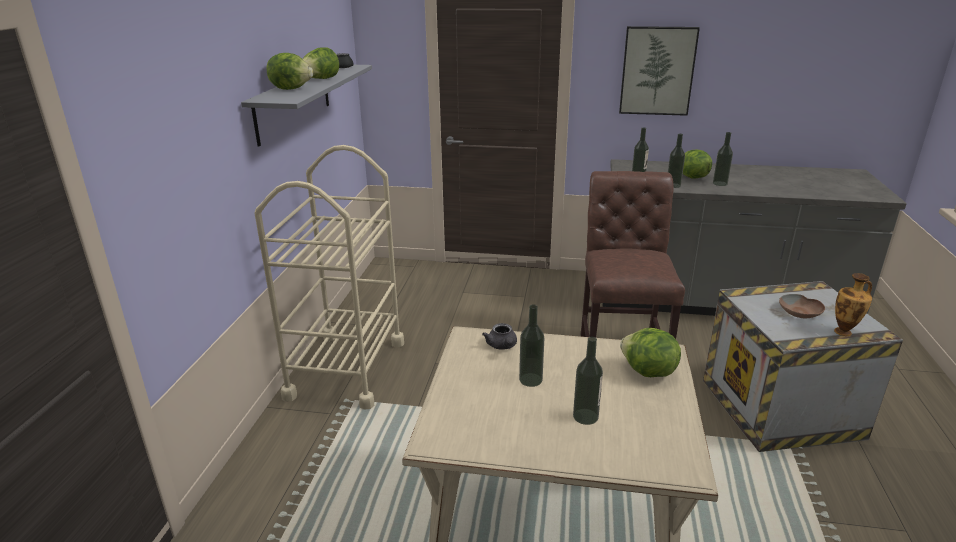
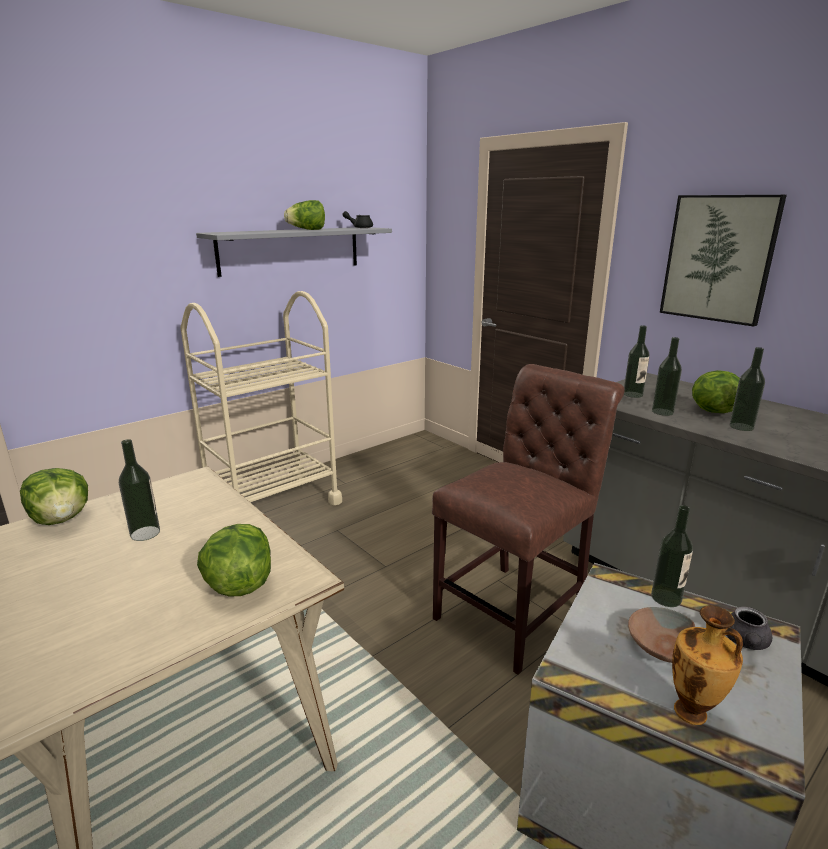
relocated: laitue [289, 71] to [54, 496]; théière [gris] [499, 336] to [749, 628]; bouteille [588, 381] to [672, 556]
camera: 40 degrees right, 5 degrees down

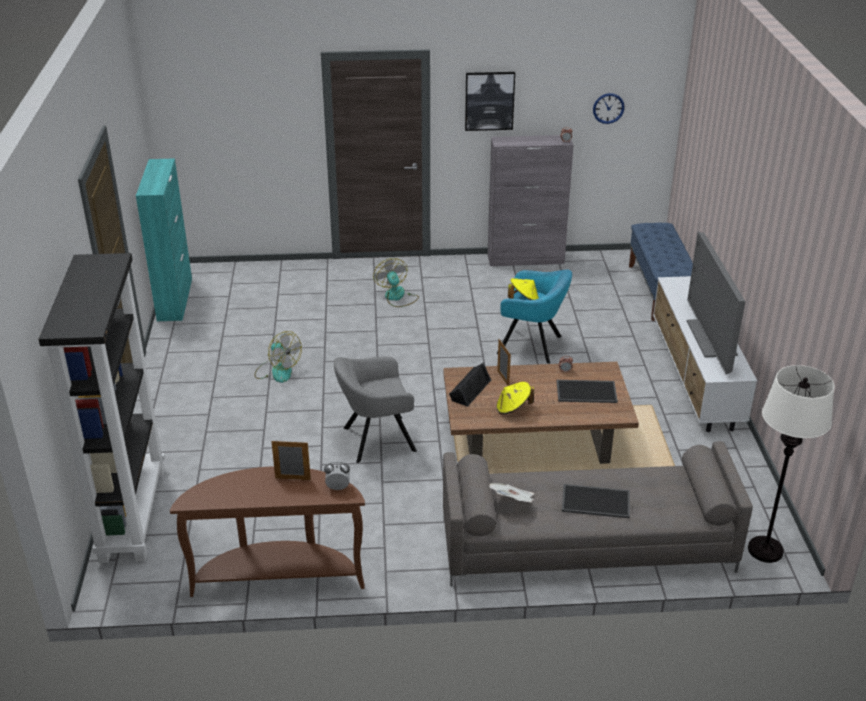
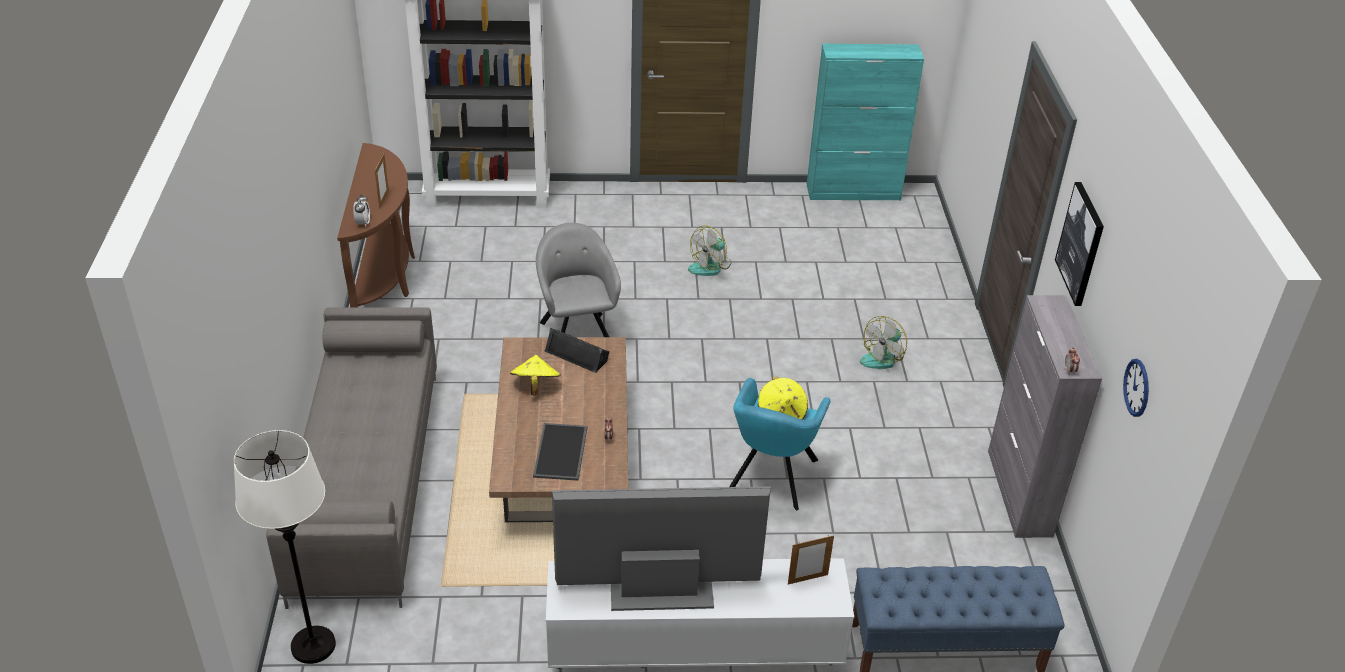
missing: journal [511, 493]; plateau [596, 501]
relocated: cadre photo [504, 362] to [811, 560]
spun: ventilateur [396, 282] = [883, 342] 150 degrees clockwise
camera: 90 degrees right, 5 degrees up

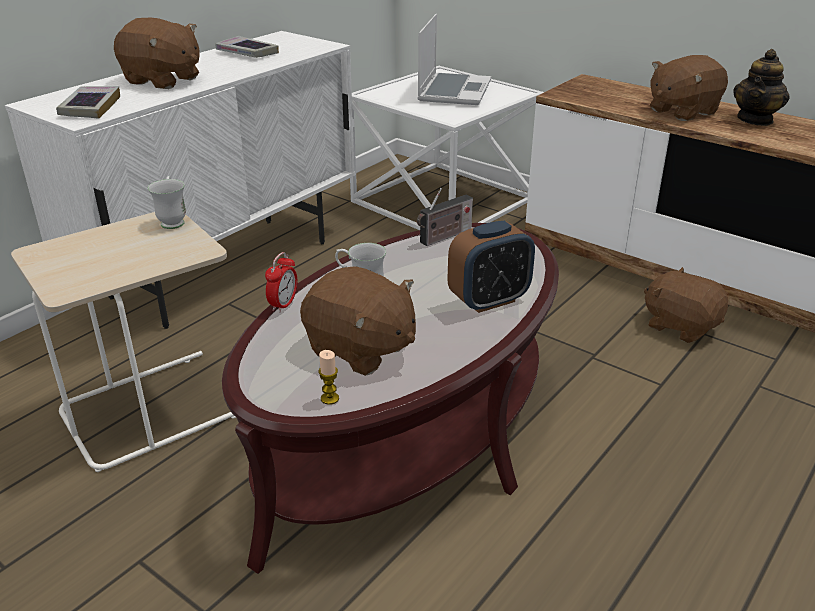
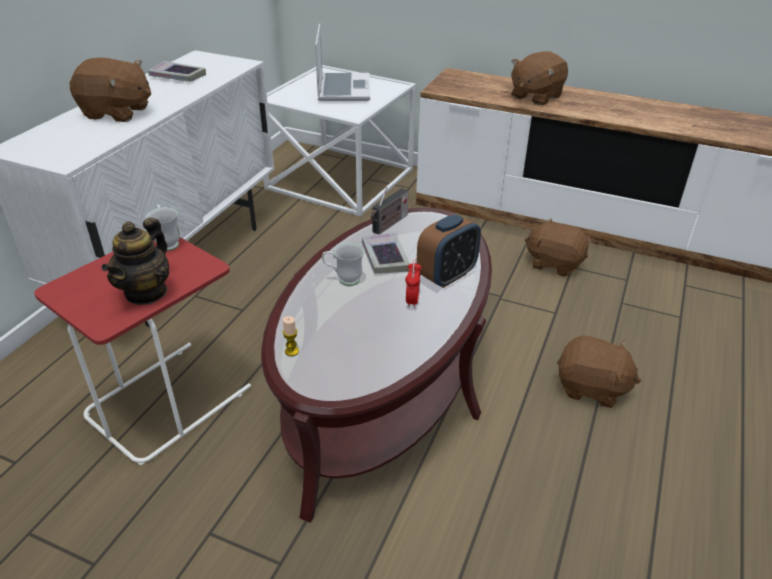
relocated: livre [88, 102] to [386, 253]; réveil [281, 282] to [413, 284]; peluche [marron] [358, 321] to [599, 371]; bougie [329, 377] to [291, 336]; théière [761, 87] to [135, 261]
colour: table d'appoint [beige] [123, 342] to table d'appoint [rouge] [142, 351]
camera: 15 degrees left, 5 degrees up

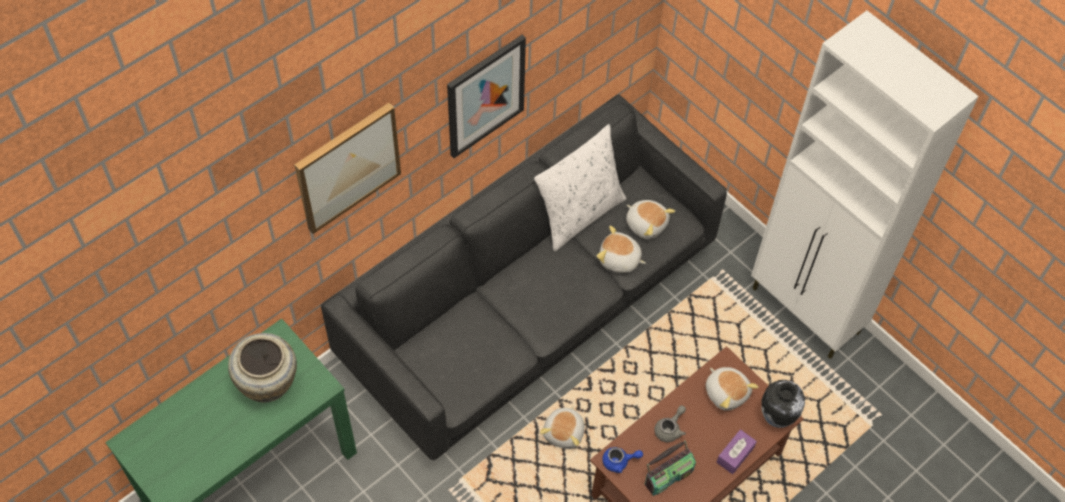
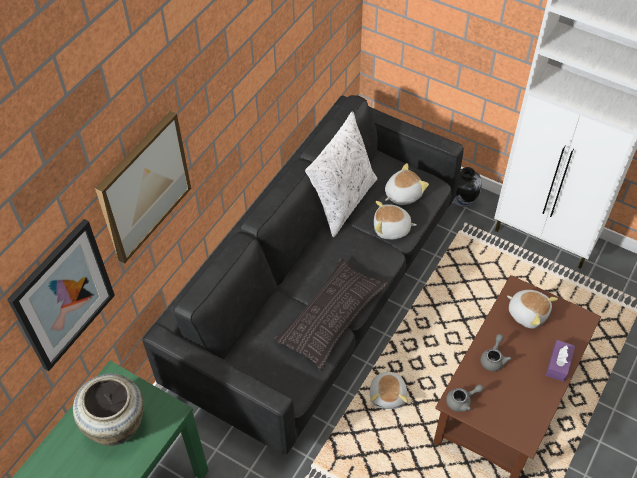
missing: radio [670, 468]
appeared: coussin [330, 314]
relocated: tableau [486, 96] to [61, 295]; vase [783, 404] to [467, 187]
colour: théière [bleu] [622, 460] to théière [gris] [465, 398]
spun: peluche [650, 219] = [407, 184] 60 degrees counterclockwise
camera: 15 degrees left, 5 degrees down

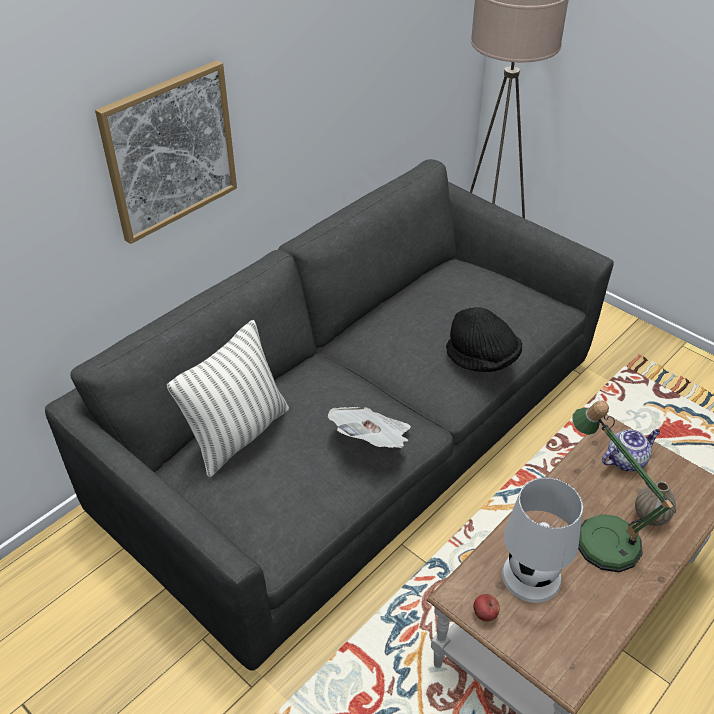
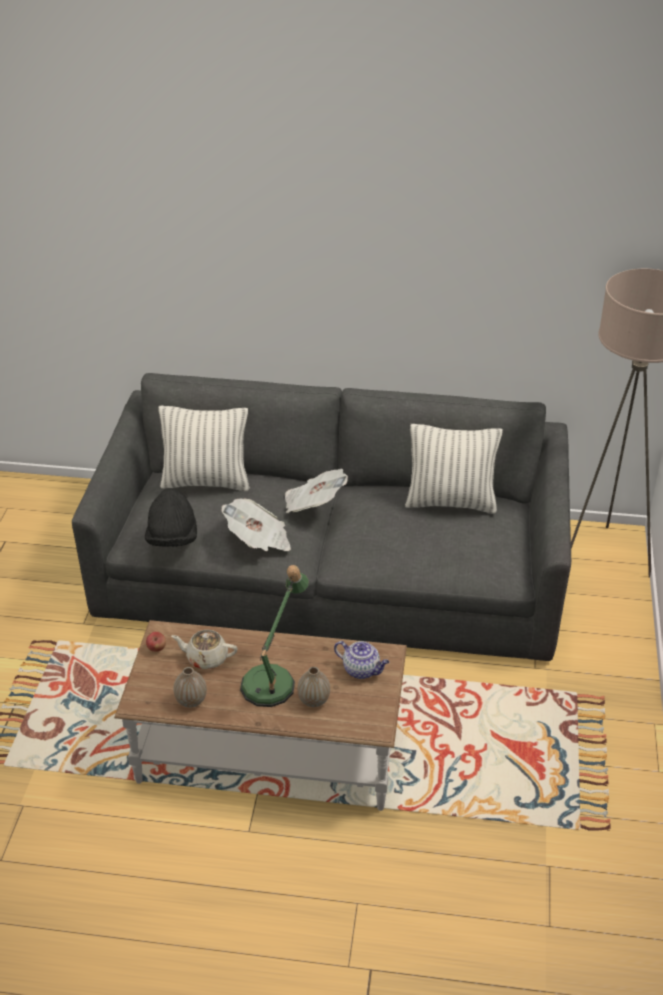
missing: tableau [166, 152]
appeared: vase [190, 687]; journal [316, 491]; coussin [454, 469]
relocated: chapeau [noir] [484, 339] to [171, 517]
exchanged: lampe de table [blanc] [542, 540] to théière [beige] [204, 649]
camera: 55 degrees right, 5 degrees down

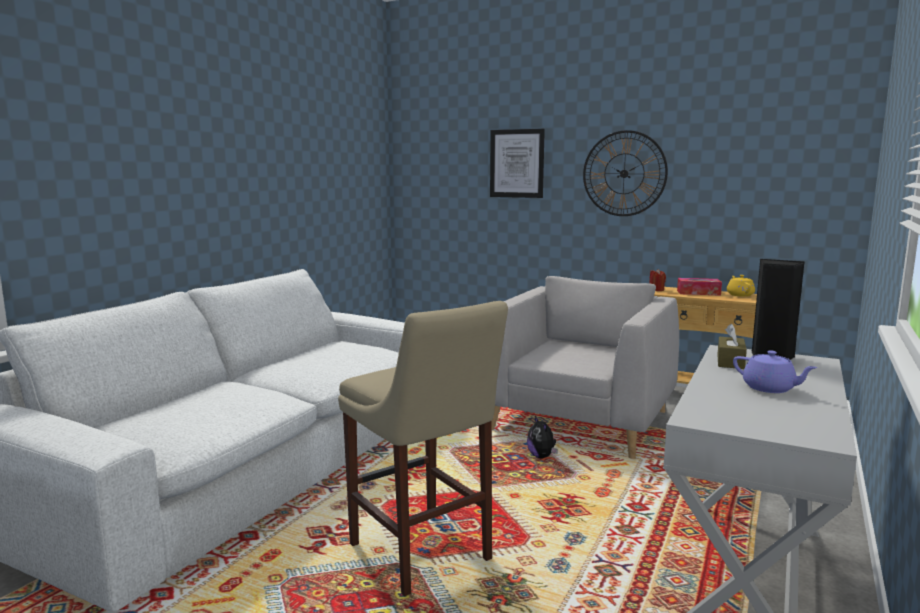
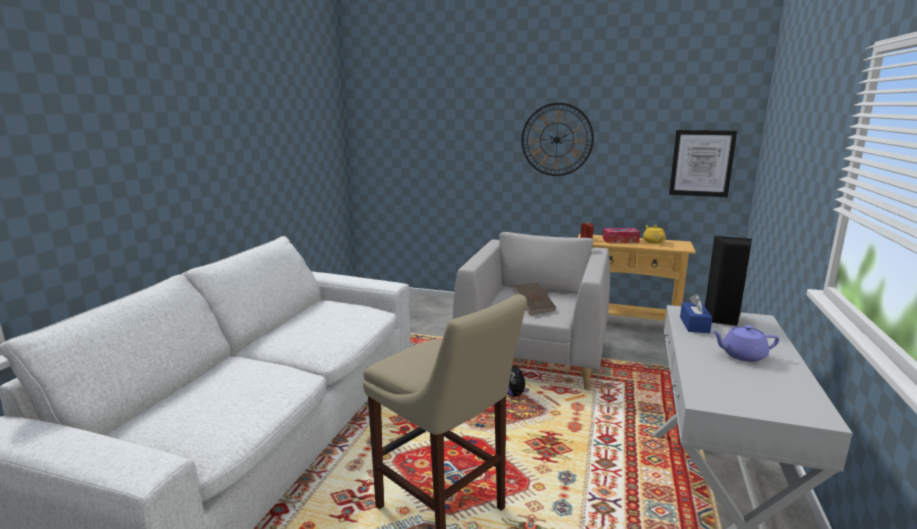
appeared: livre [marron] [534, 299]
relocated: tableau [517, 163] to [703, 163]
colour: boîte à mouchoirs [marron] [732, 346] to boîte à mouchoirs [bleu] [696, 313]
spun: théière [violet] [775, 371] = [745, 343] 150 degrees clockwise
camera: 10 degrees left, 5 degrees up

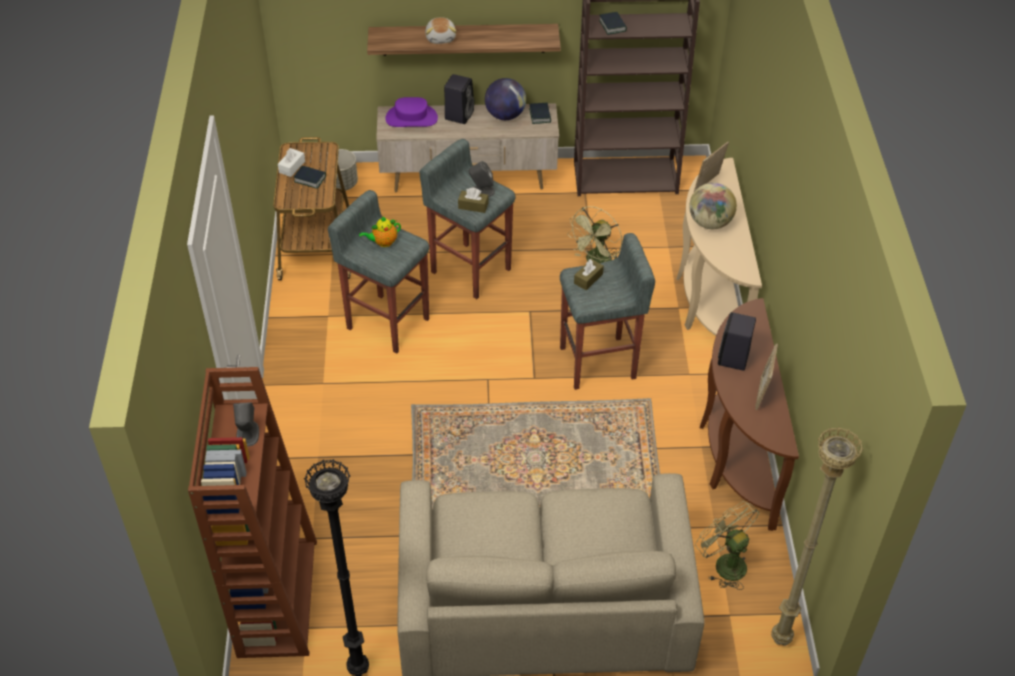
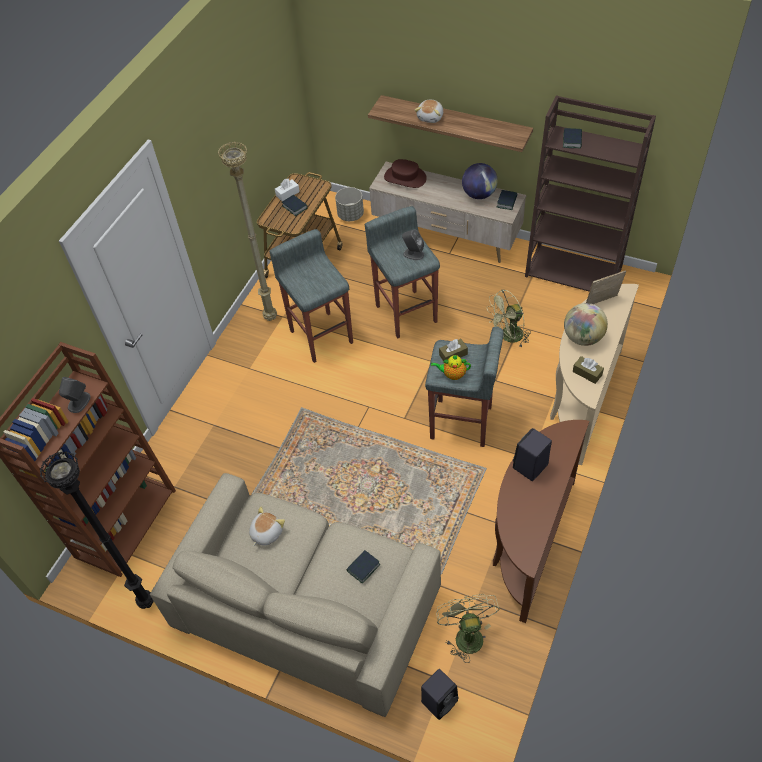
missing: cadre photo [766, 376]
appeared: peluche [267, 526]; livre [363, 567]
relocated: théière [380, 231] to [451, 367]; enceinte [noir] [459, 99] to [440, 694]; boîte à mouchoirs [marron] [473, 200] to [588, 370]; lampadaire [beige] [817, 536] to [247, 231]
colour: chapeau [violet] [411, 112] to chapeau [marron] [405, 173]
camera: 30 degrees right, 5 degrees up

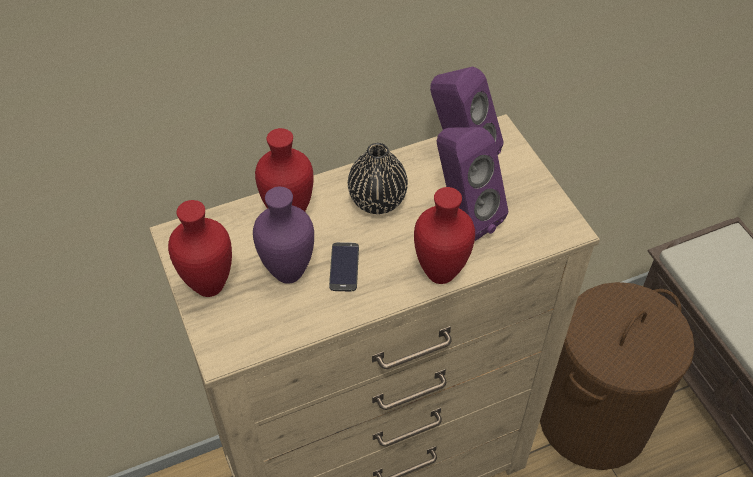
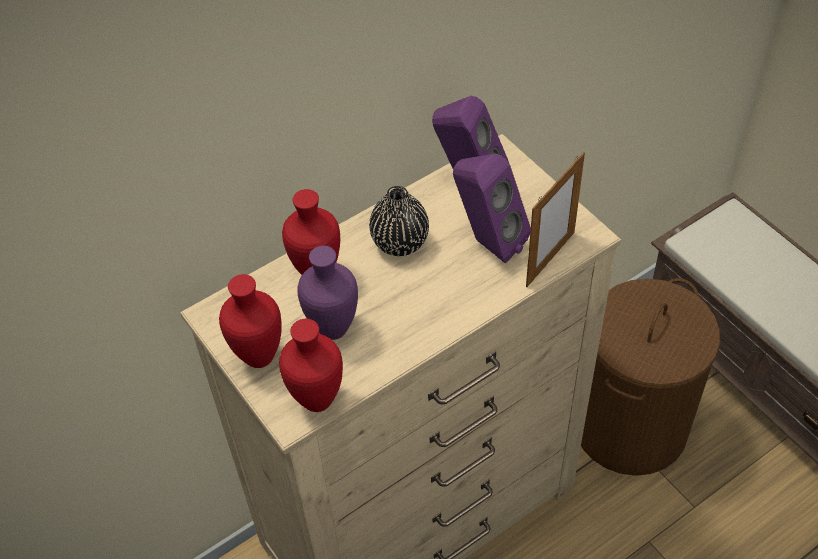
missing: téléphone [344, 266]
appeared: cadre photo [555, 219]
relocated: vase [rouge] [444, 235] to [311, 365]
camera: 10 degrees left, 0 degrees up

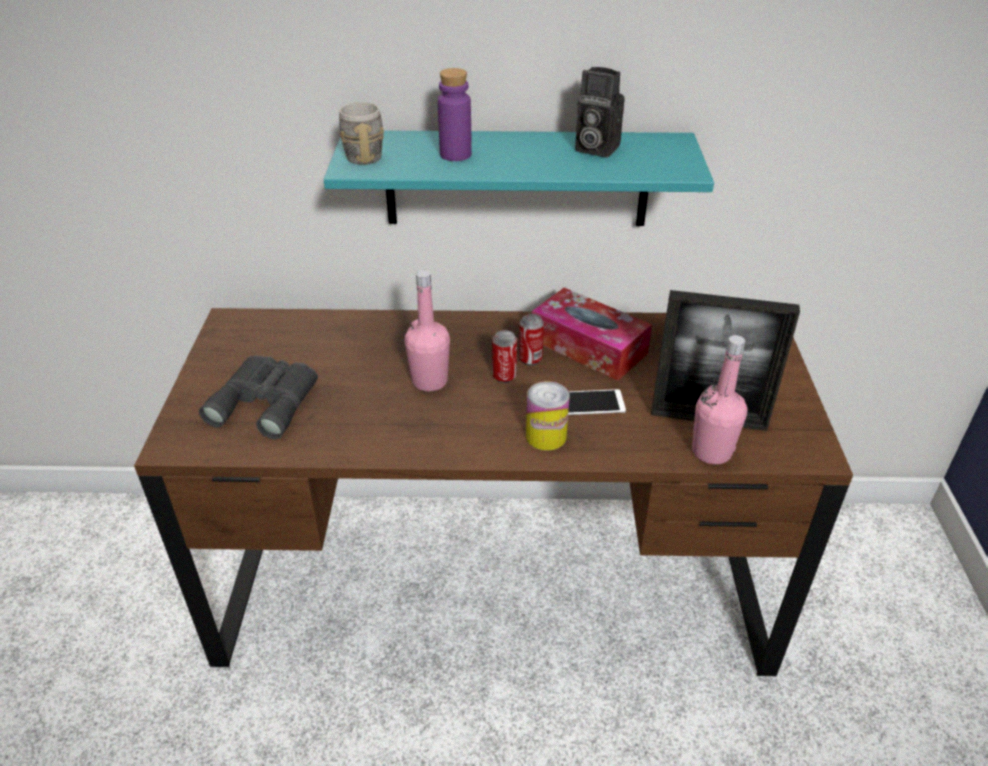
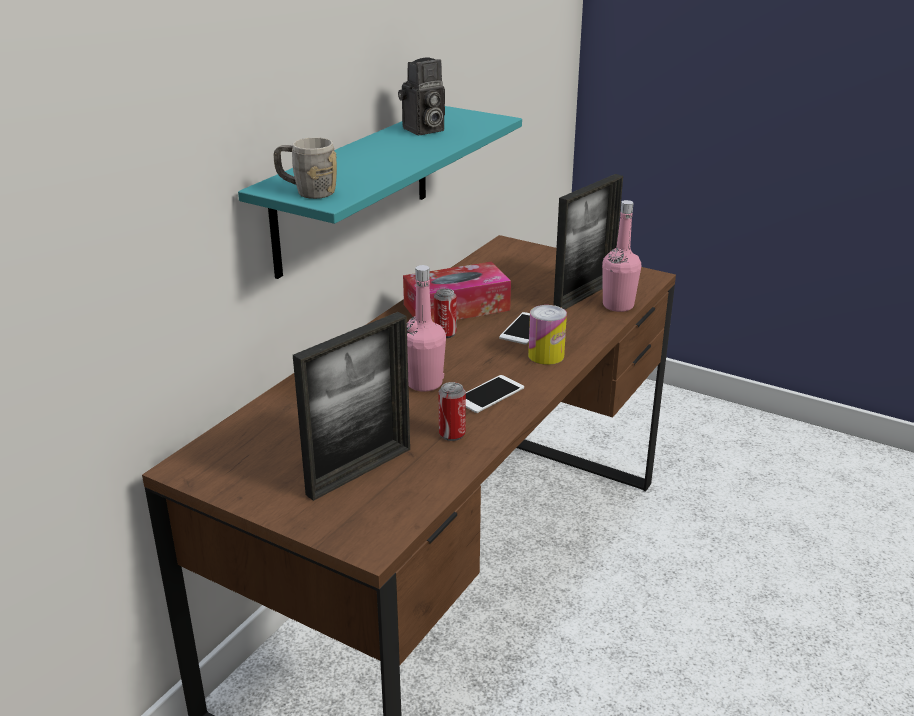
missing: bouteille [violet] [455, 114]
appeared: téléphone [495, 394]
relocated: boîte métallique [504, 356] to [452, 411]
exchanged: jumelles [gris] [258, 397] to cadre photo [351, 406]
camera: 60 degrees left, 10 degrees down

